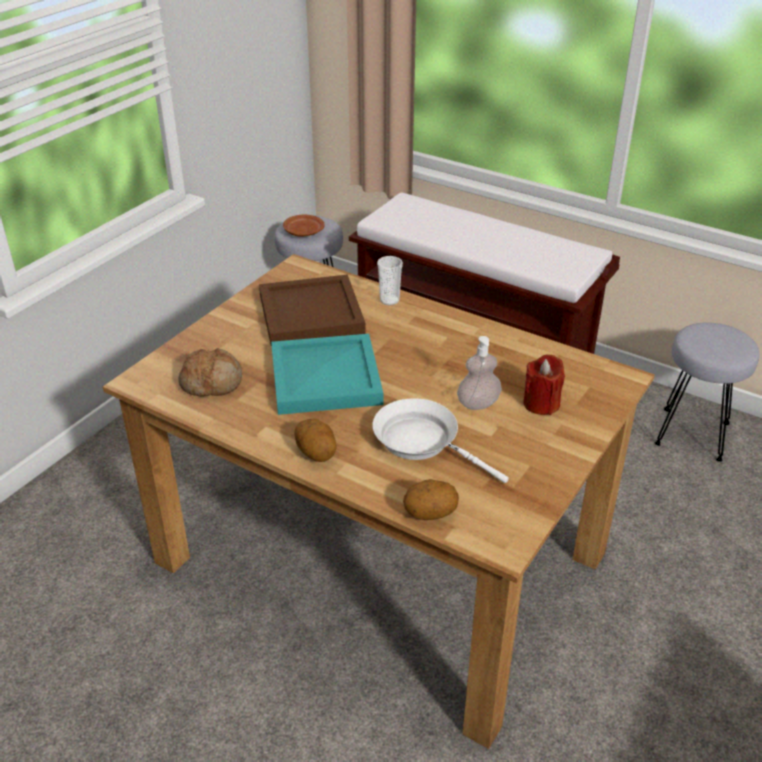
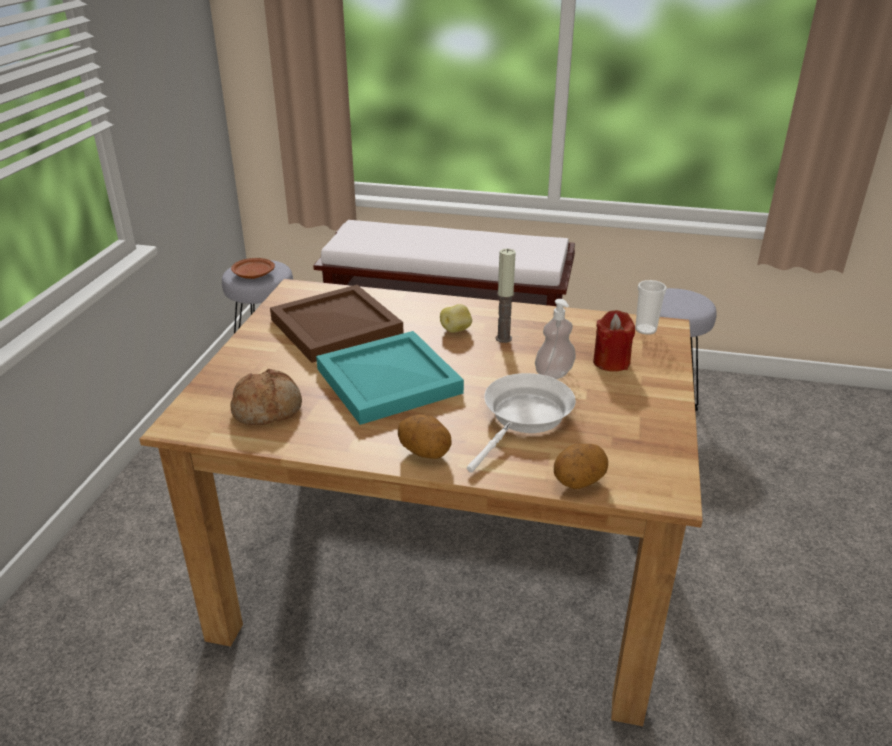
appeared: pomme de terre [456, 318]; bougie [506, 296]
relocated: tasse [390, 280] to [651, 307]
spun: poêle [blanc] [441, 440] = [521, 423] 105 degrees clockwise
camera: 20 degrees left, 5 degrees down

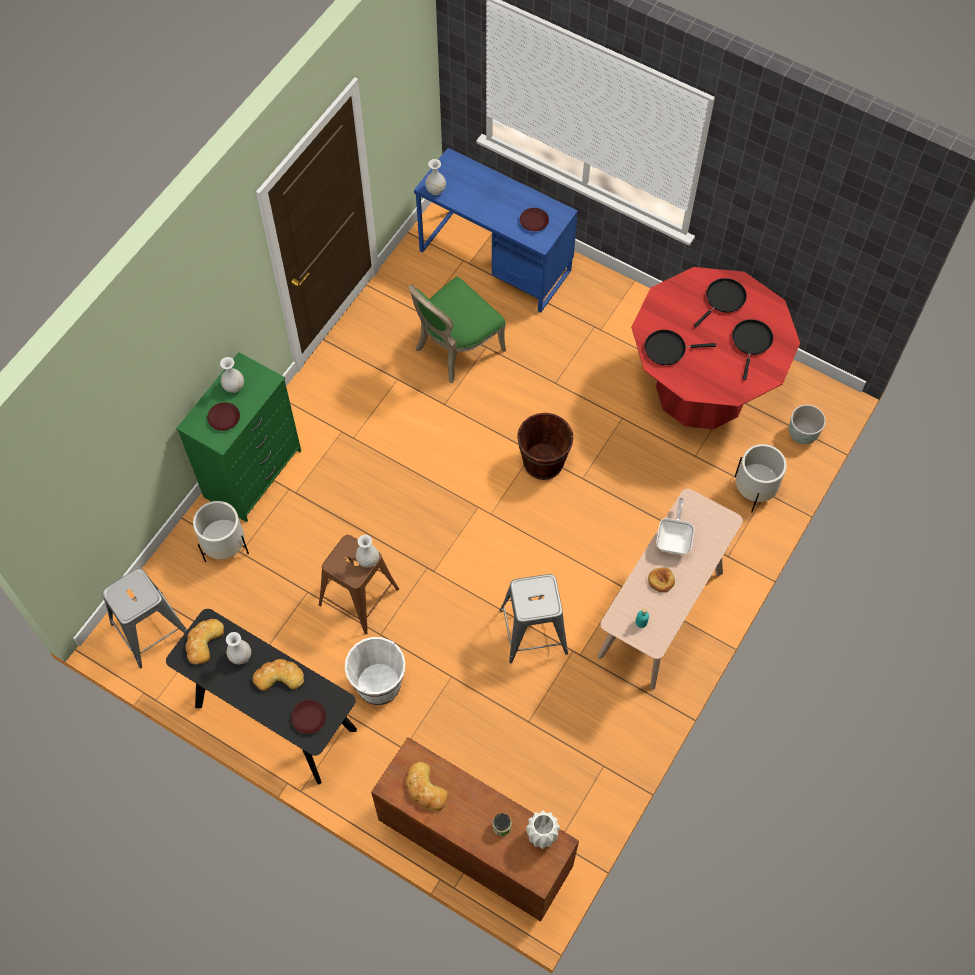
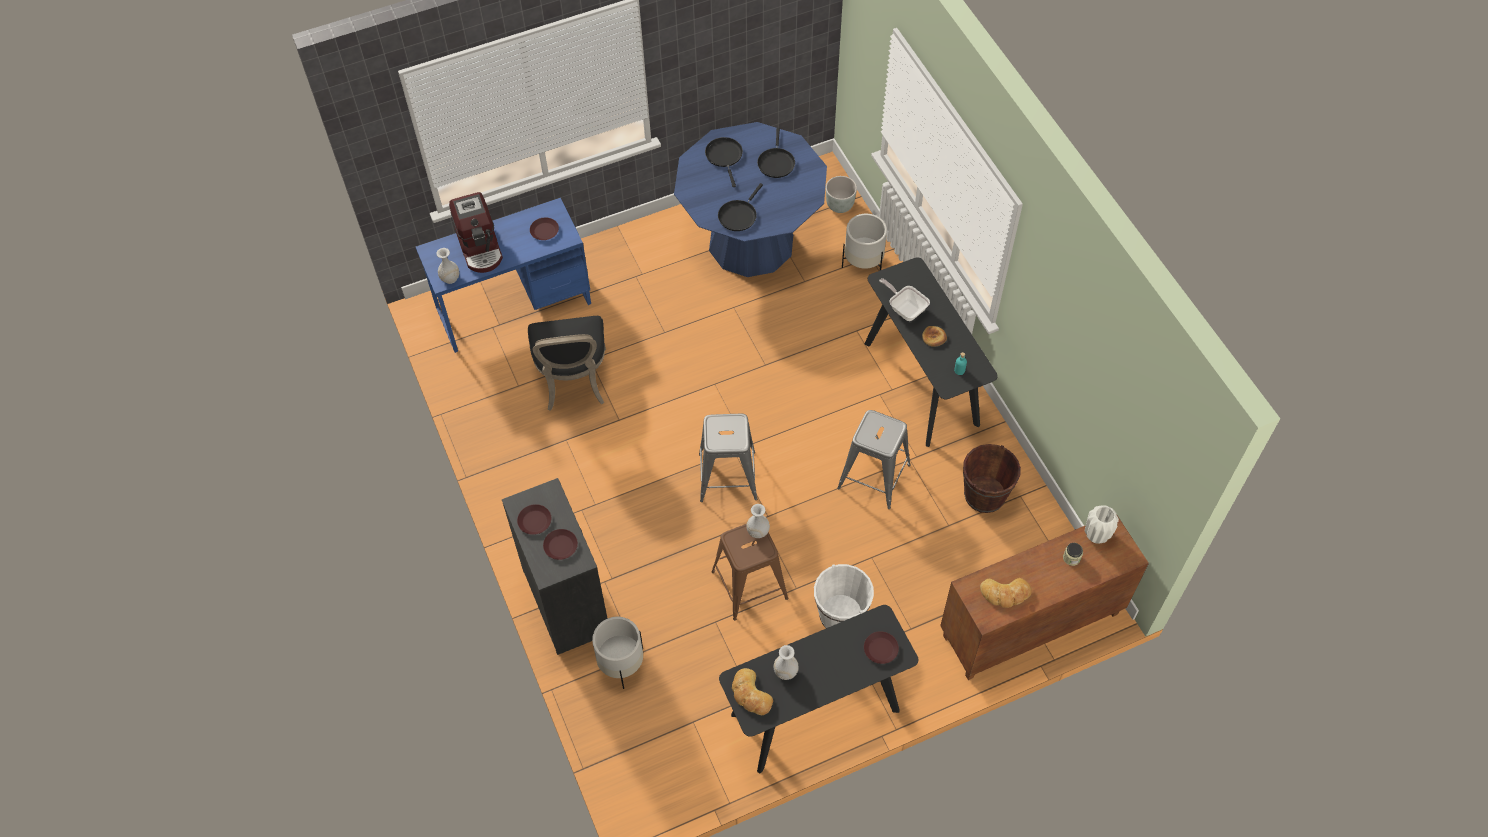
missing: pain [278, 675]
appeared: machine à café [476, 232]
relocated: tabouret [gris] [144, 618] to [728, 458]; seau [marron] [545, 446] to [992, 478]
exchanged: vase [blanc] [232, 375] to assiette [marron] [534, 519]
colour: commode [vert] [238, 437] to commode [noir] [555, 566]; chaise [vert] [456, 329] to chaise [noir] [567, 363]; table console [beige] [670, 589] to table console [noir] [931, 352]; table à manger [rouge] [715, 348] to table à manger [bleu] [750, 199]
spun: poêle [noir] [752, 349] = [776, 153] 135 degrees counterclockwise
camera: 55 degrees left, 5 degrees down

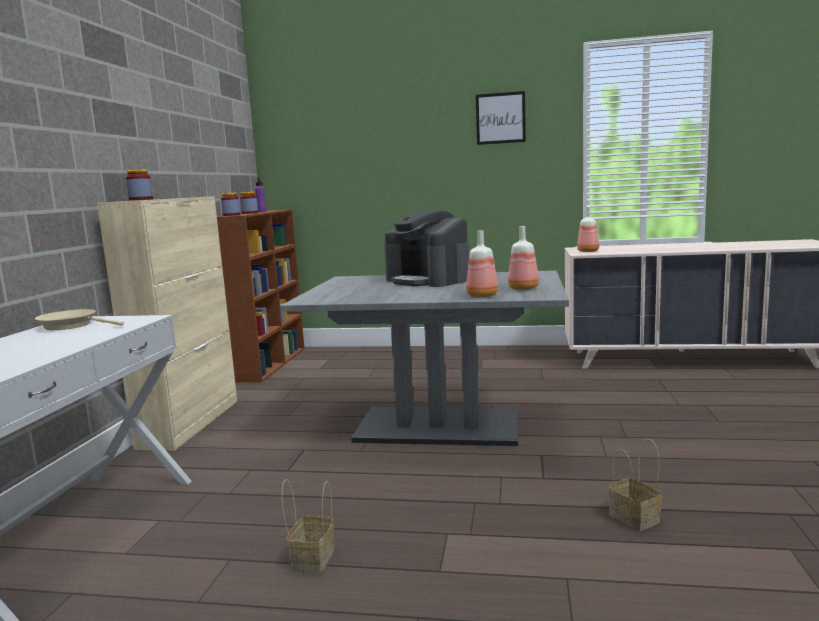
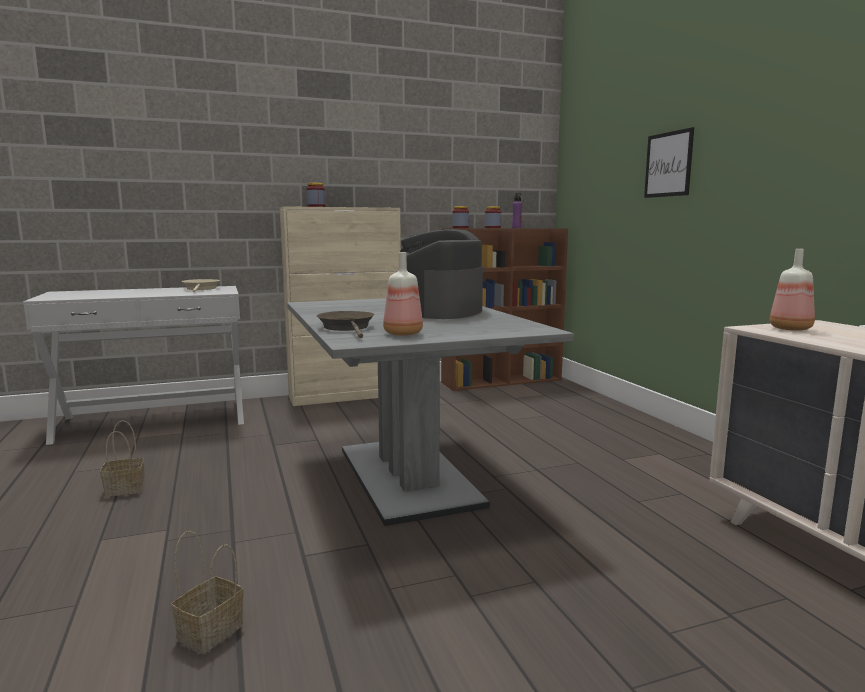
relocated: tableau [501, 118] to [669, 162]
exchanged: bouteille [482, 263] to poêle [marron] [346, 324]
camera: 60 degrees right, 0 degrees up

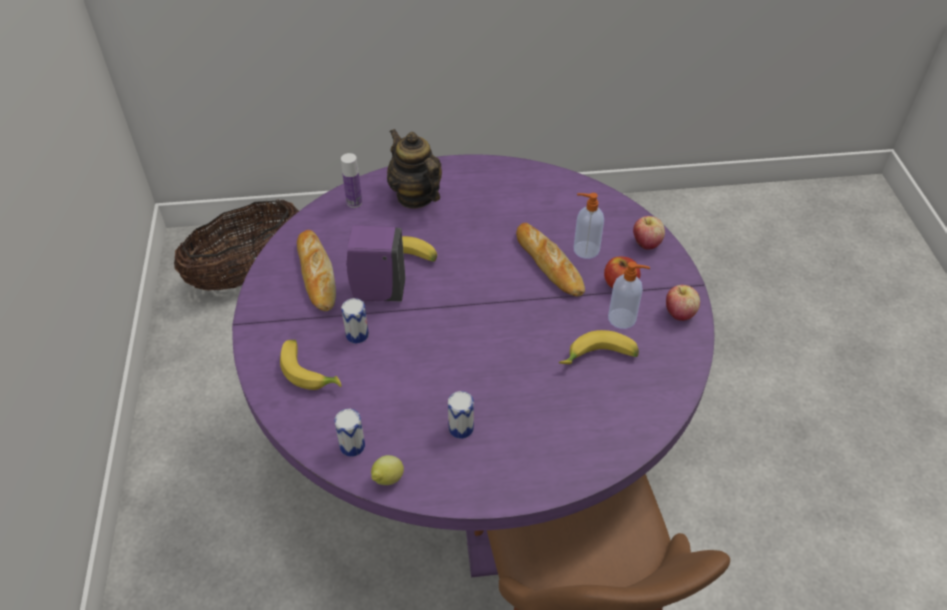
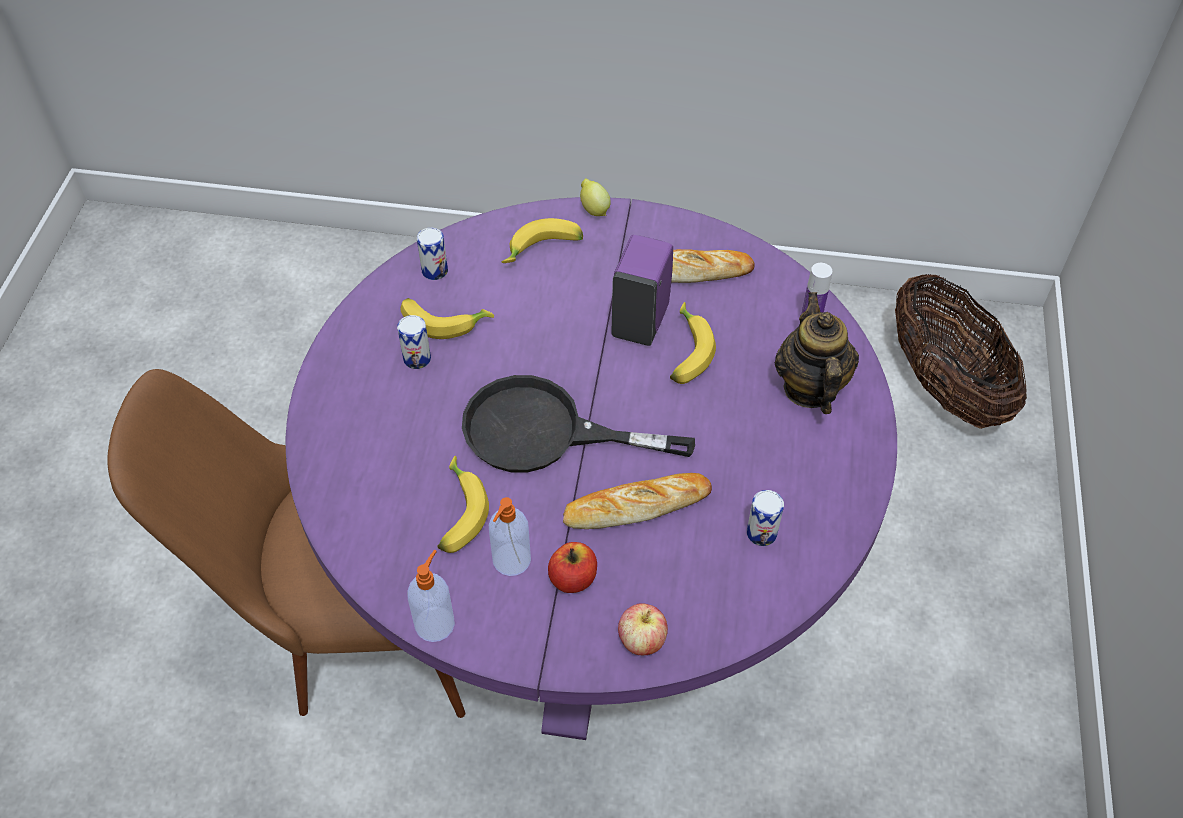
missing: pomme [683, 303]
appeared: banane [447, 318]; poêle [noir] [578, 424]
relocated: boîte métallique [355, 321] to [765, 518]; citron [387, 470] to [595, 197]; distributeur de savon [589, 226] to [431, 596]
spun: théière [414, 168] = [817, 353] 75 degrees counterclockwise
camera: 105 degrees right, 5 degrees up

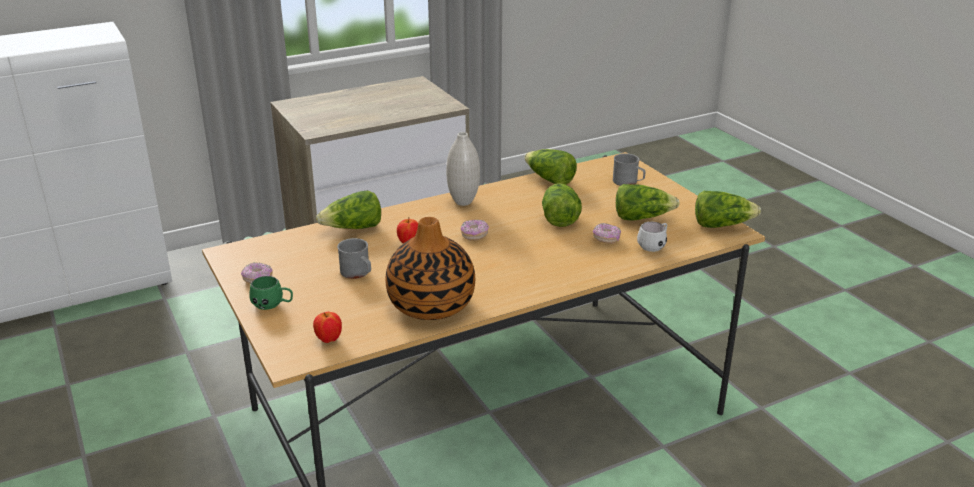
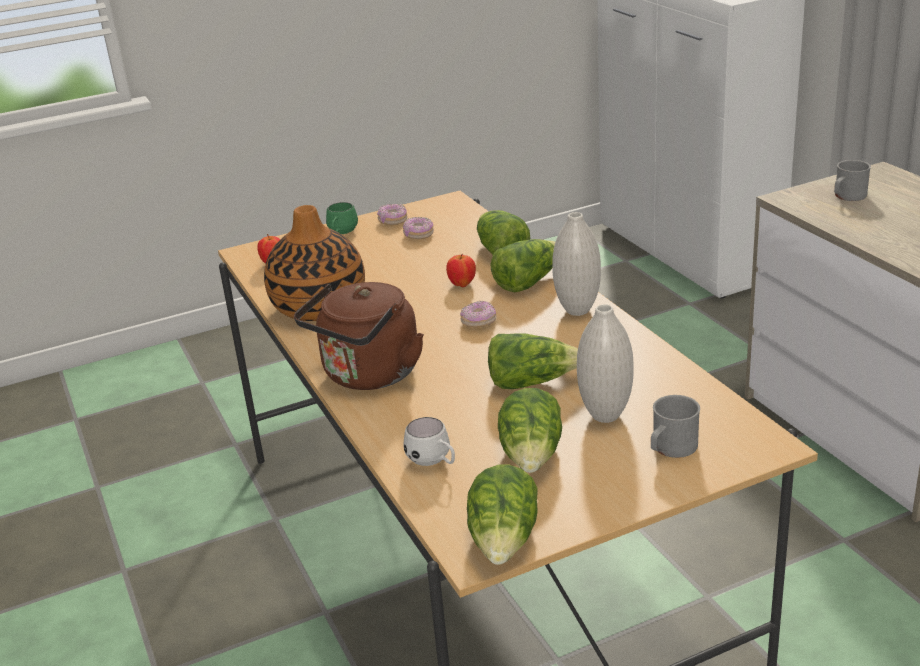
appeared: bouilloire [marron] [359, 336]; vase [blanc] [605, 363]
relocated: mug [gris] [354, 258] to [852, 180]; laitue [550, 167] to [522, 265]; beignet [607, 233] to [418, 228]
camera: 95 degrees right, 0 degrees up

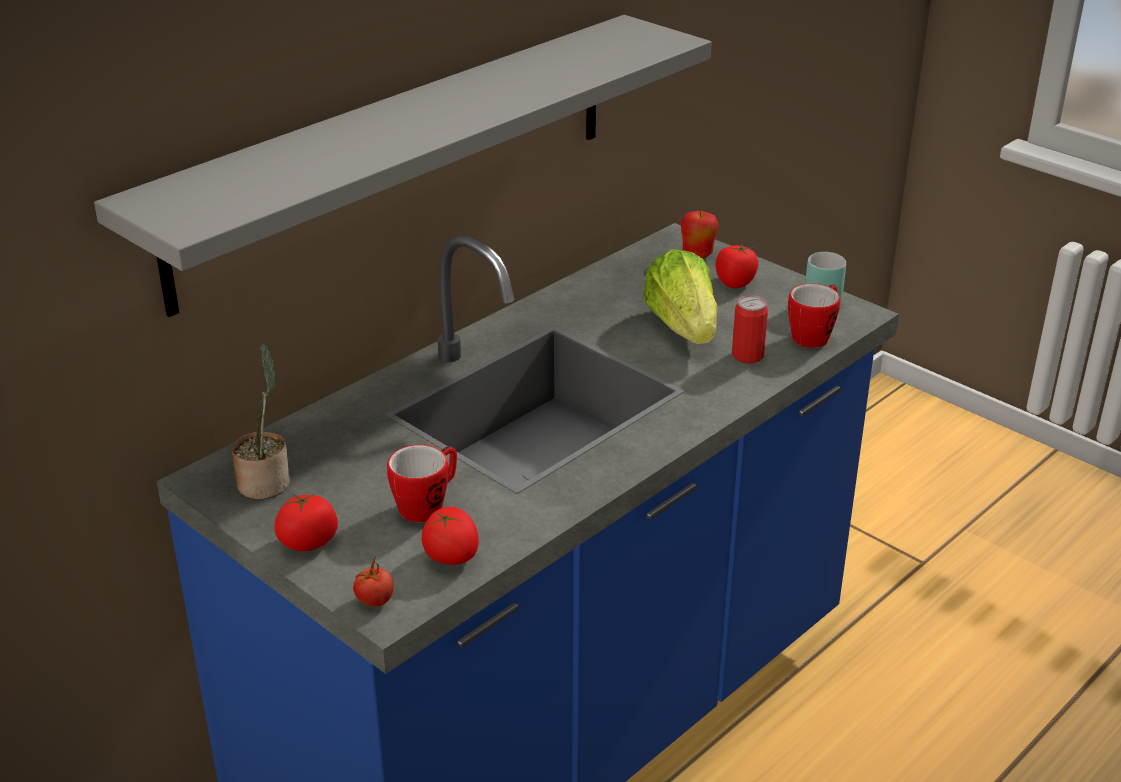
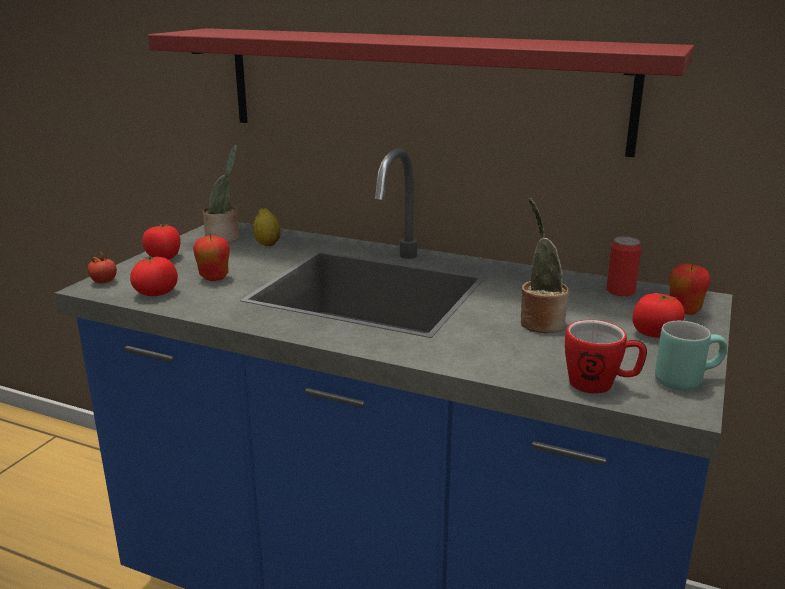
appeared: citron [267, 227]
relocated: boîte métallique [750, 329] to [623, 266]
exchanged: mug [422, 483] to pomme [211, 257]; laitue [680, 296] to plante en pot [545, 265]
colour: étagère [gris] [402, 166] to étagère [rouge] [421, 92]
camera: 70 degrees right, 10 degrees down

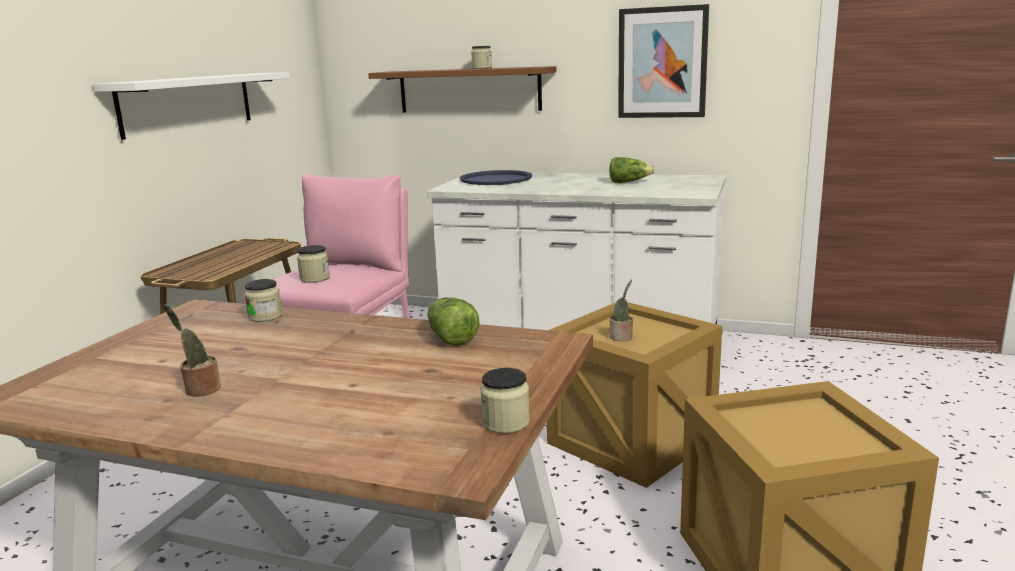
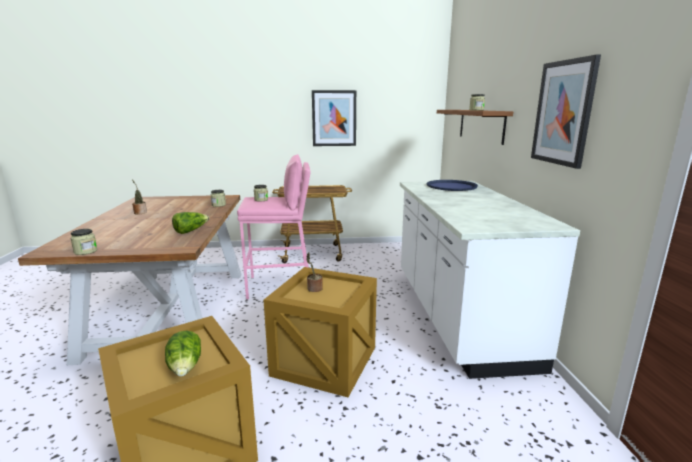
relocated: laitue [632, 170] to [183, 353]
exchanged: étagère [blanc] [191, 106] to tableau [334, 118]
camera: 65 degrees right, 0 degrees up

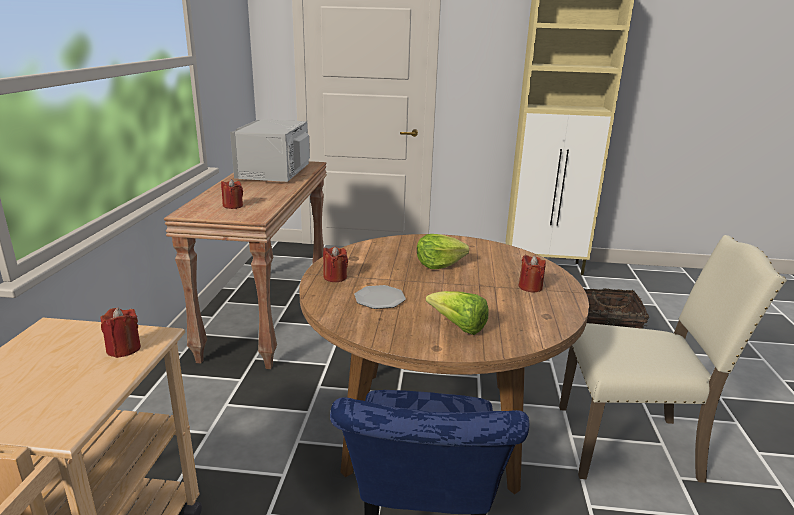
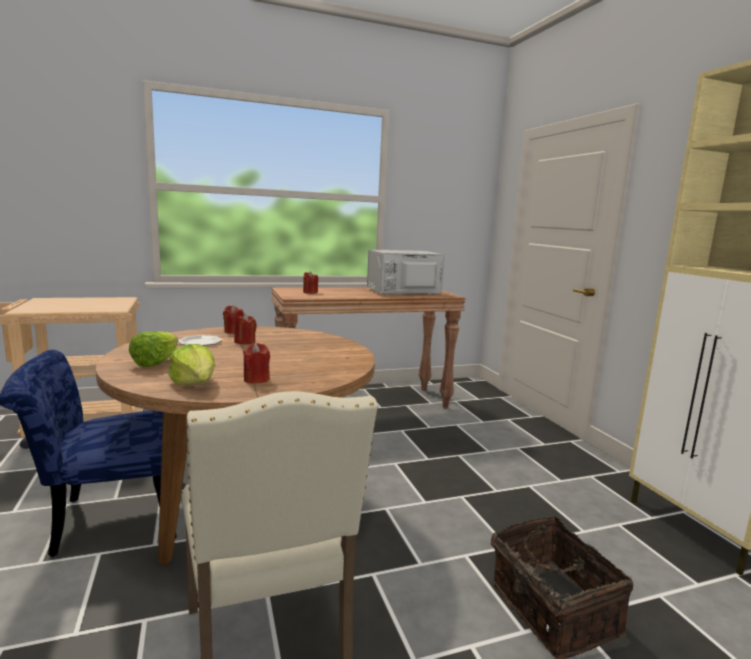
relocated: bougie [rouge] [120, 332] to [245, 329]; laitue [443, 251] to [191, 364]
camera: 65 degrees right, 10 degrees down

